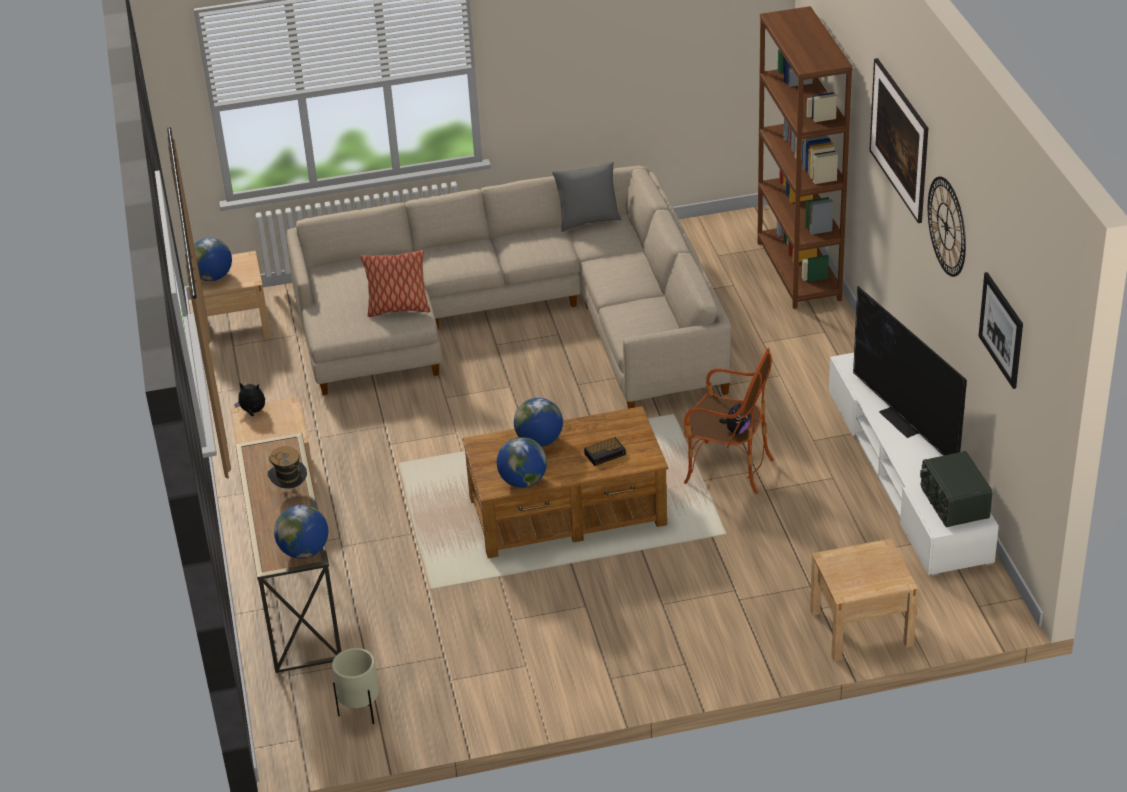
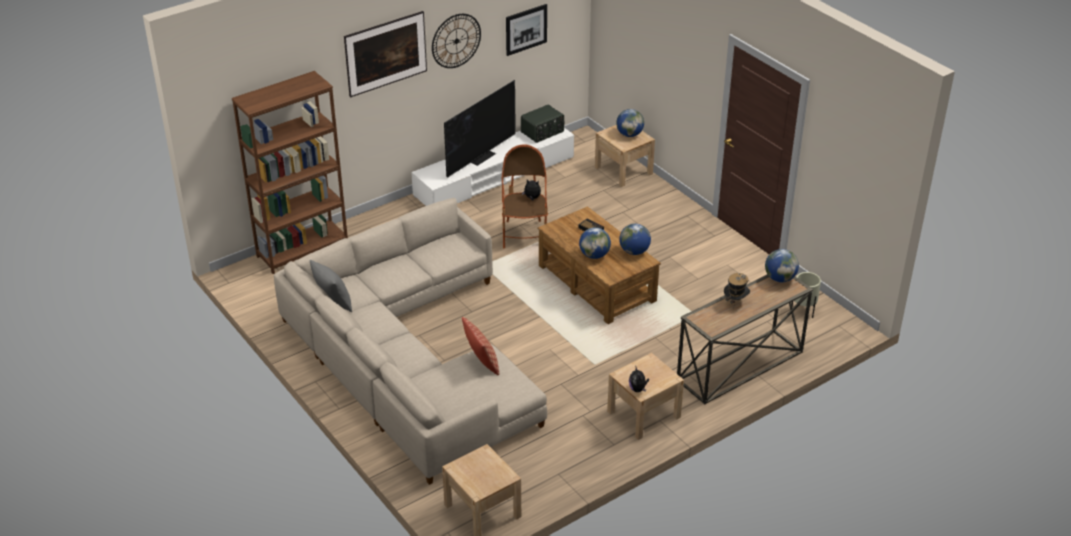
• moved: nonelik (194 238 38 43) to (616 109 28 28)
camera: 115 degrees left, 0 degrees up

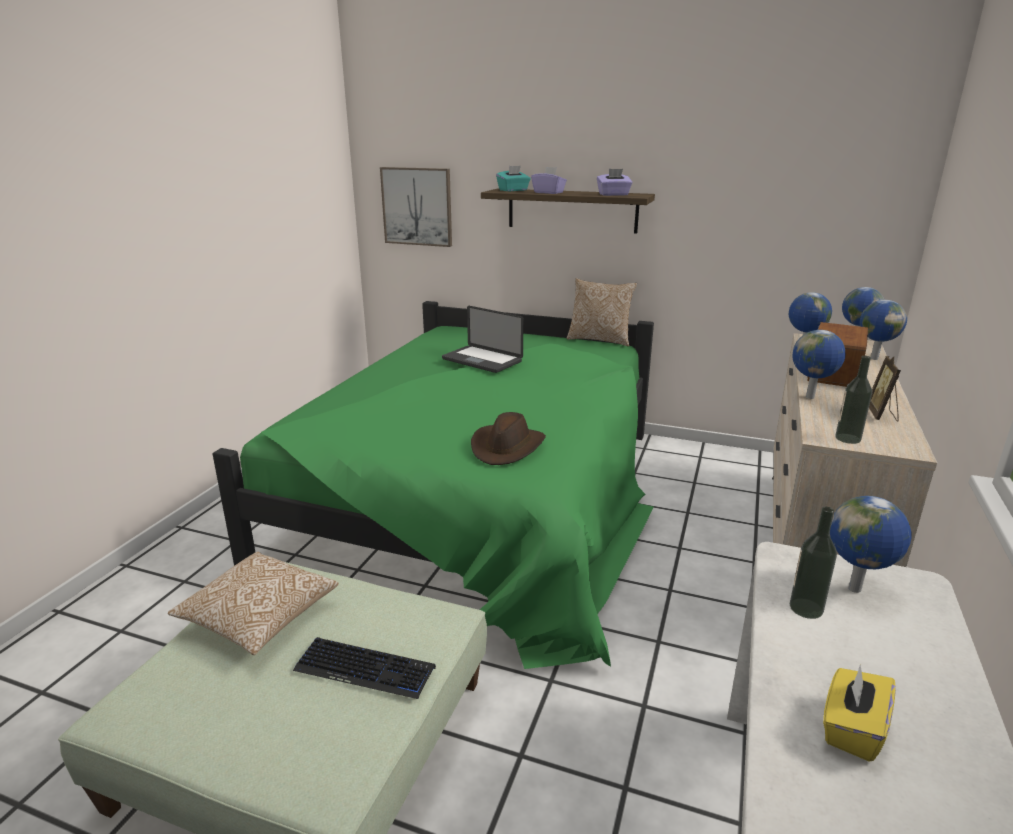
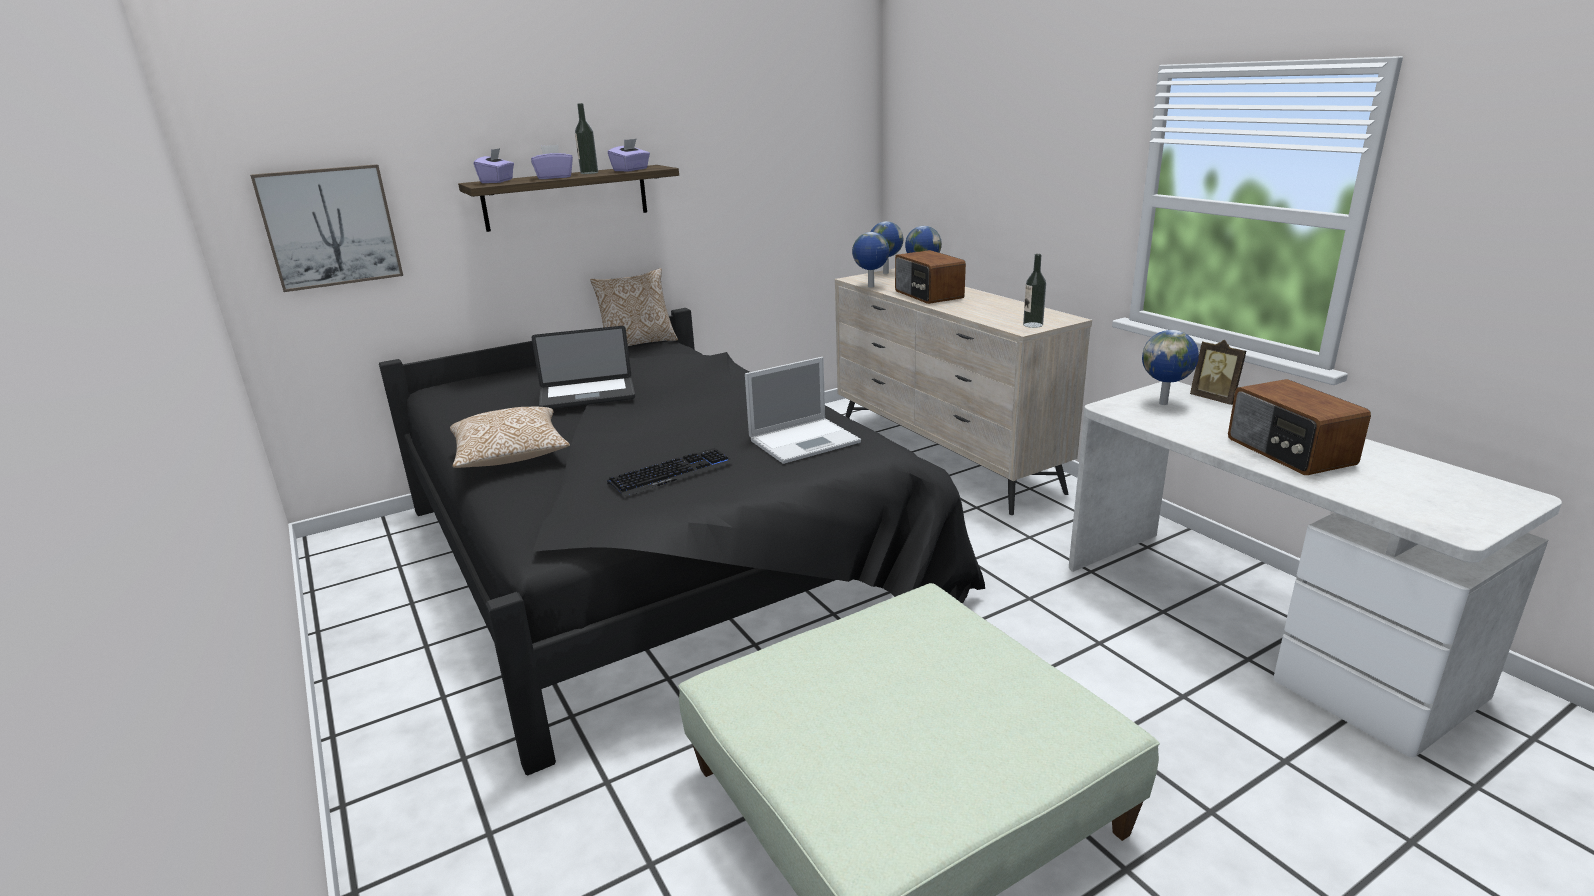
• moved: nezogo (168 552 170 103) to (450 406 120 62)
• recoloured: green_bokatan (213 301 441 368) to black_bokatan (379 308 606 467)
• moved: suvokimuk (293 637 143 62) to (607 448 127 50)
• replaced: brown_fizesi (471 412 75 53) to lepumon (745 357 116 107)
• recoloured: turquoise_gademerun (496 166 34 25) to purple_gademerun (474 148 40 35)
• moved: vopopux (790 507 47 112) to (575 103 23 71)
• removed: nonelik (792 330 54 69)
• replaced: yellow_gademerun (823 664 73 98) to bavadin (1228 379 143 96)
• moved: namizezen (869 356 32 66) to (1190 340 56 65)
camera: 50 degrees left, 0 degrees up

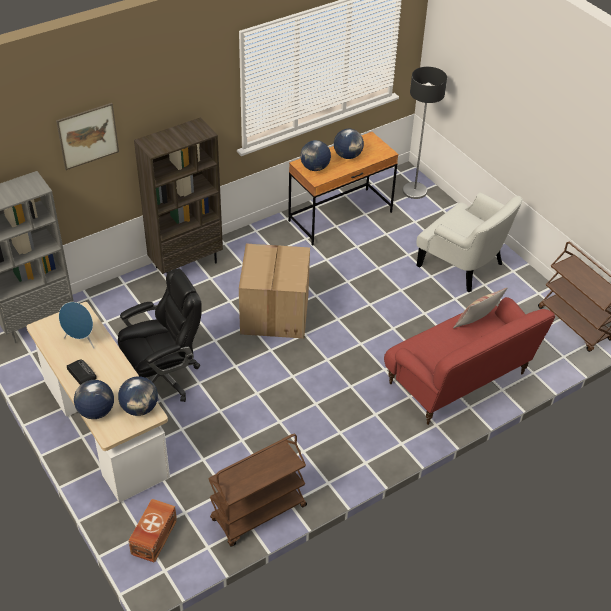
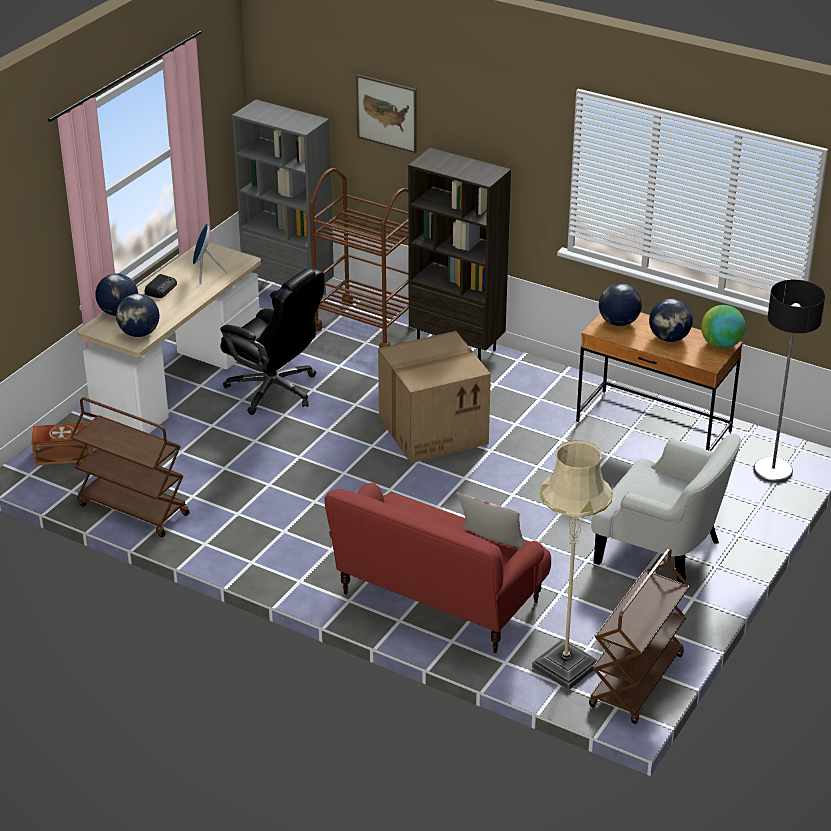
• turned: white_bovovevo (416 192 107 100) = (591 434 150 150) 75 degrees counterclockwise
• added: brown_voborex (310 168 99 180)
• added: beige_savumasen (532 440 81 250)
• added: nonelik (701 305 44 44)
camera: 65 degrees right, 10 degrees down

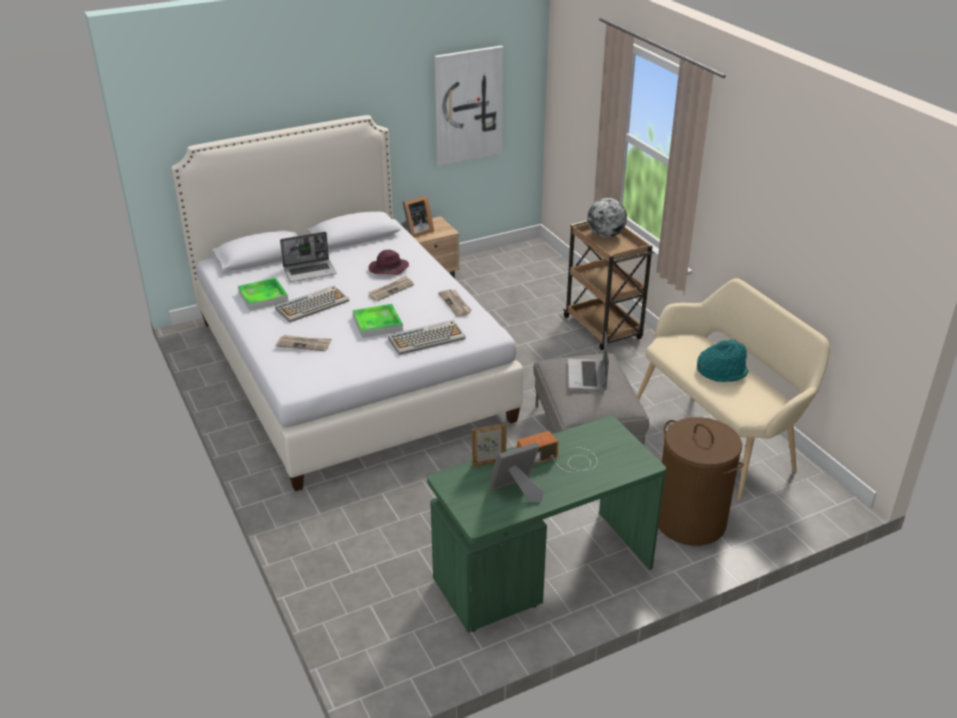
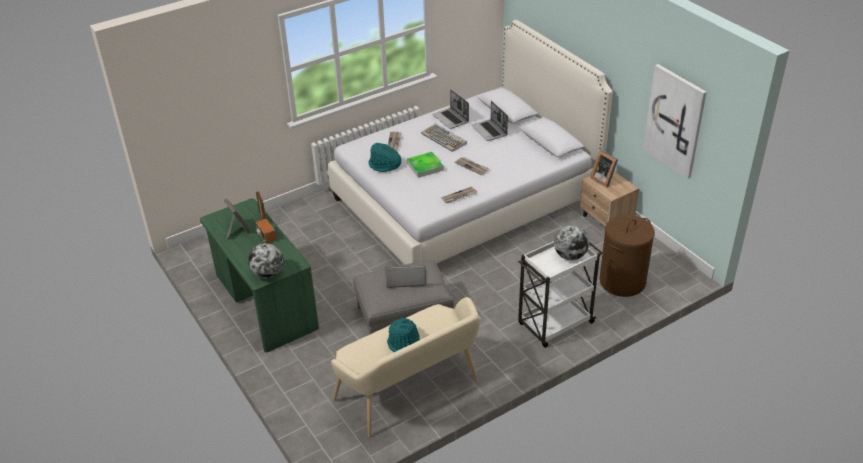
• replaced: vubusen (238 277 50 34) to lepumon (432 89 37 40)
• removed: purple_fizesi (368 250 41 25)
• removed: suvokimuk (388 320 78 35)
• recoloured: brown_voborex (563 220 91 130) to white_voborex (518 241 84 107)
• moved: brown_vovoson (658 417 86 129) to (600 215 55 82)
• added: nonelik (248 243 36 36)
• added: turquoise_fizesi (368 143 33 29)
camera: 85 degrees right, 5 degrees up

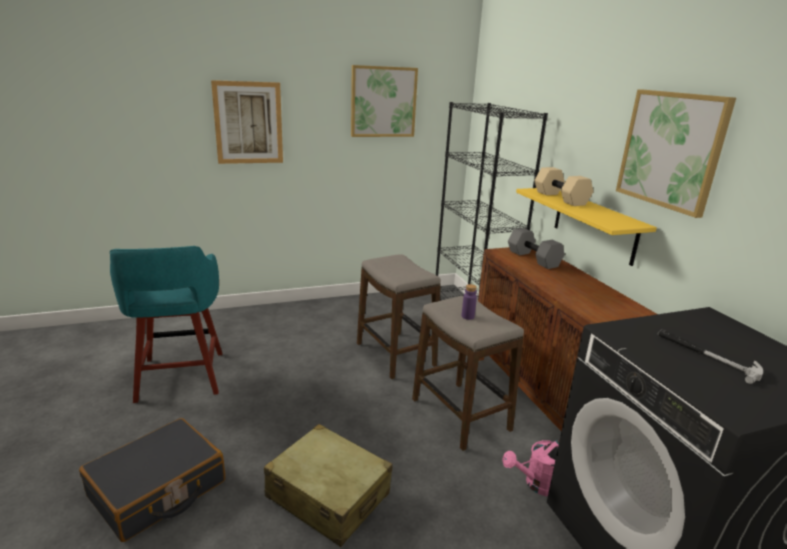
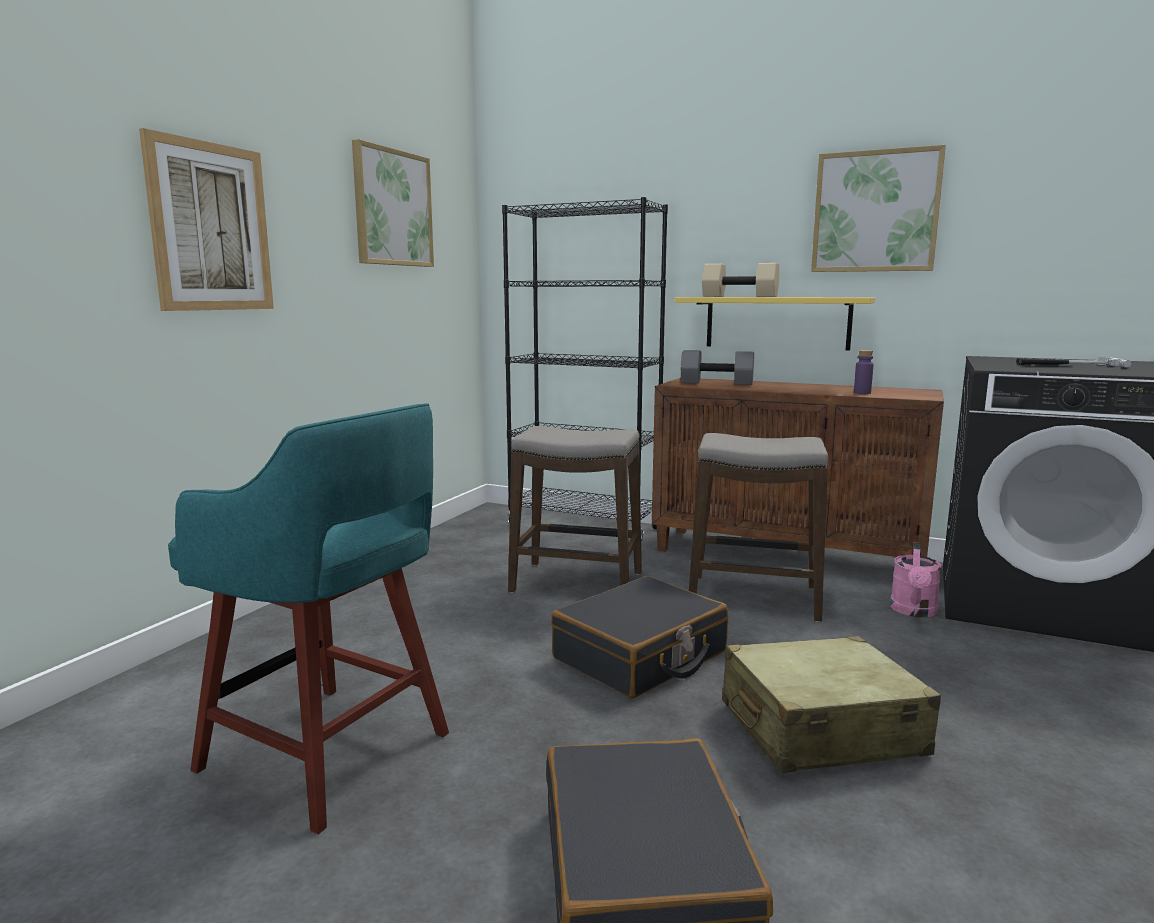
• moved: purple_vopopux (462 284 15 36) to (854 350 20 44)
• added: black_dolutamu (551 576 177 122)
camera: 45 degrees left, 10 degrees down

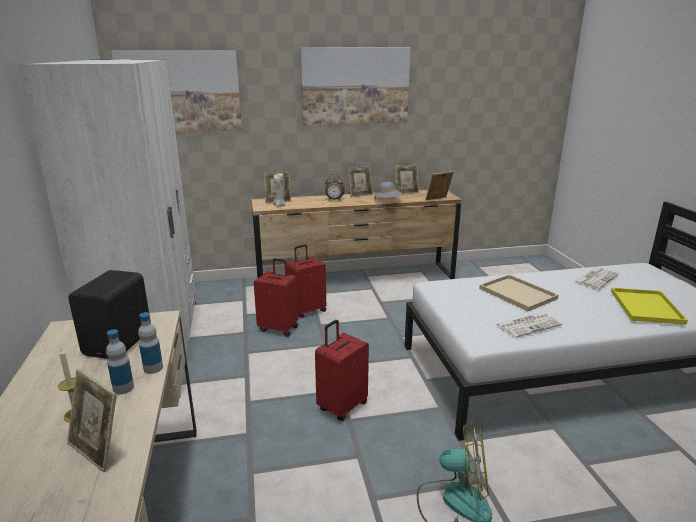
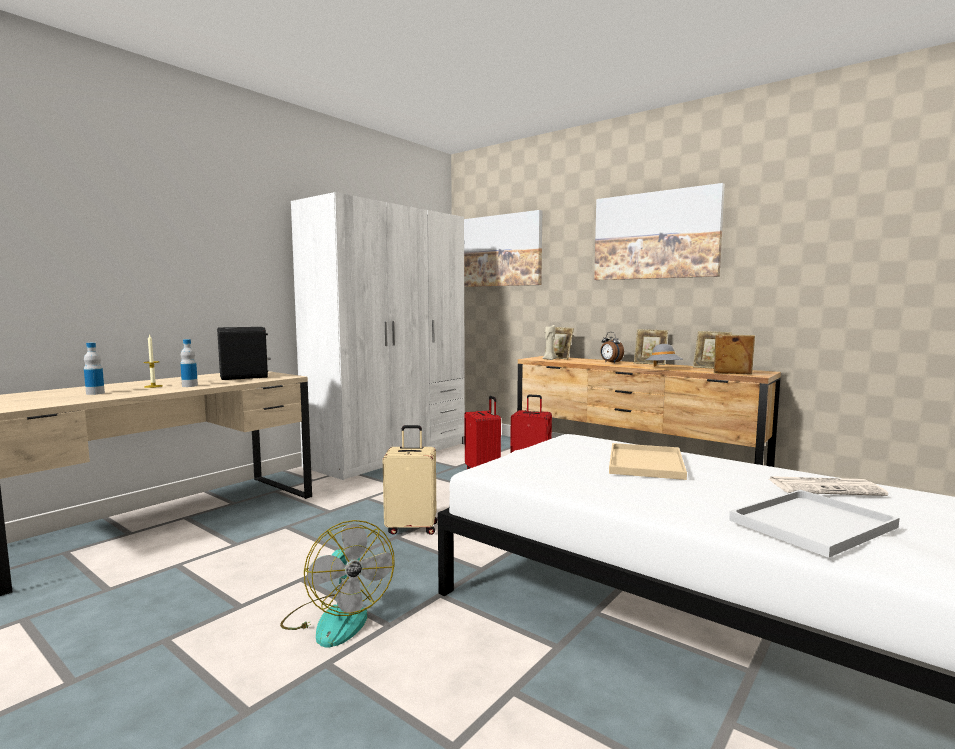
• removed: namizezen (67 369 50 103)
• moved: vopopux (138 312 25 62) to (84 343 21 52)
• recoloured: red_dolutamu (315 320 54 101) to beige_dolutamu (383 425 54 110)
• removed: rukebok (496 312 66 26)
• recoloured: yellow_vubusen (611 288 77 37) to white_vubusen (729 490 171 68)
camera: 50 degrees right, 15 degrees down

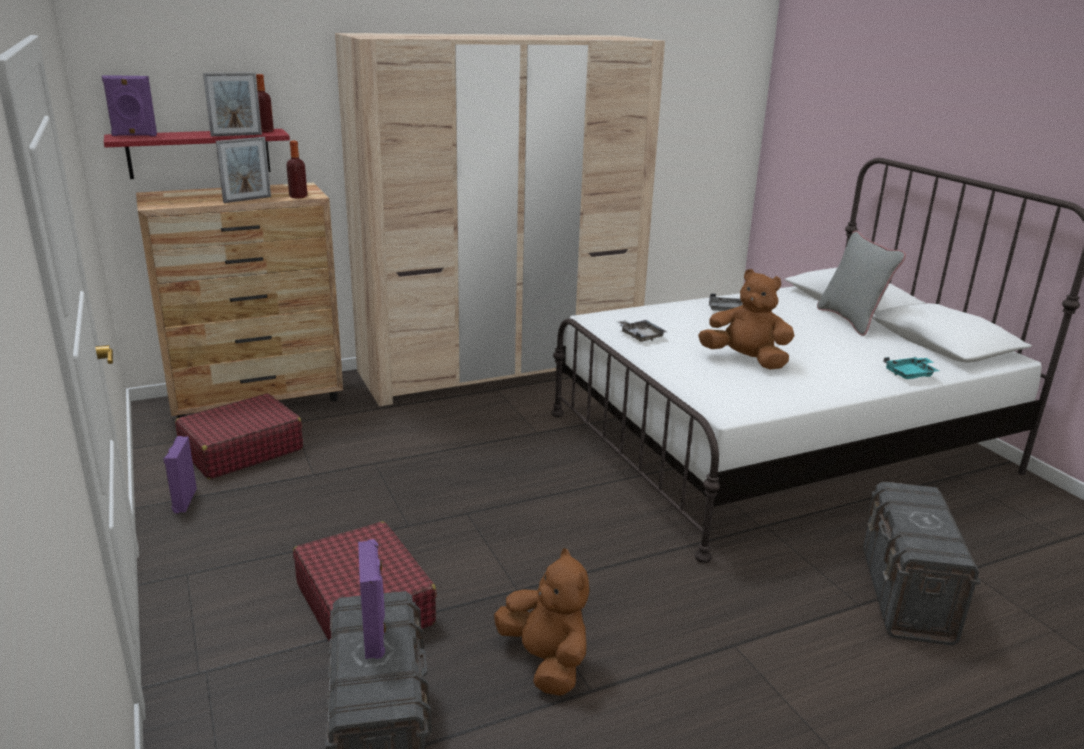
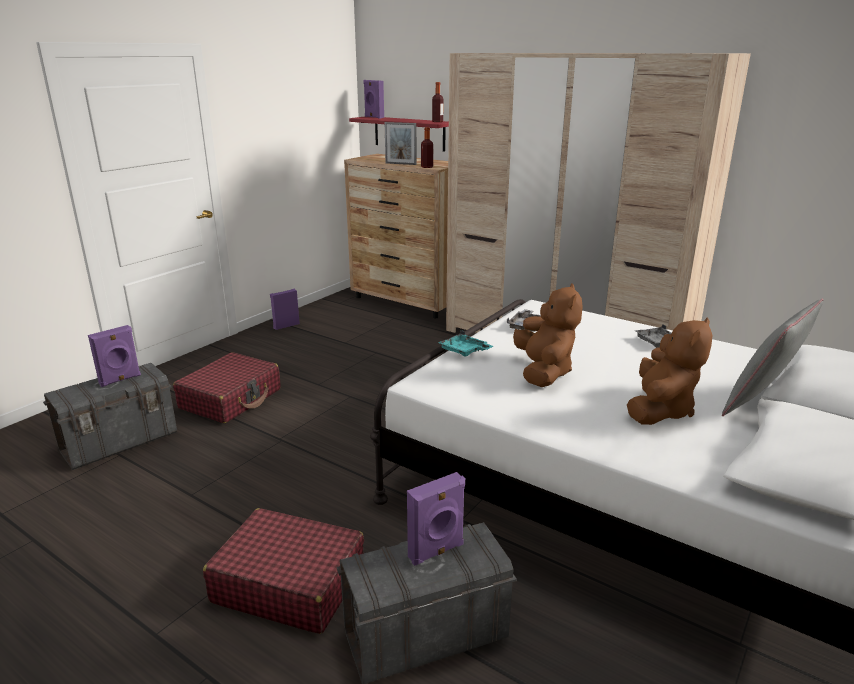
• moved: red_dolutamu (175 393 128 86) to (203 508 161 126)
• removed: namizezen (203 72 59 64)
• moved: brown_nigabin (494 548 95 148) to (627 317 86 108)
• moved: turquoise_vubusen (883 357 56 22) to (438 330 55 27)
• added: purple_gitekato (407 472 58 94)
camera: 60 degrees right, 0 degrees up

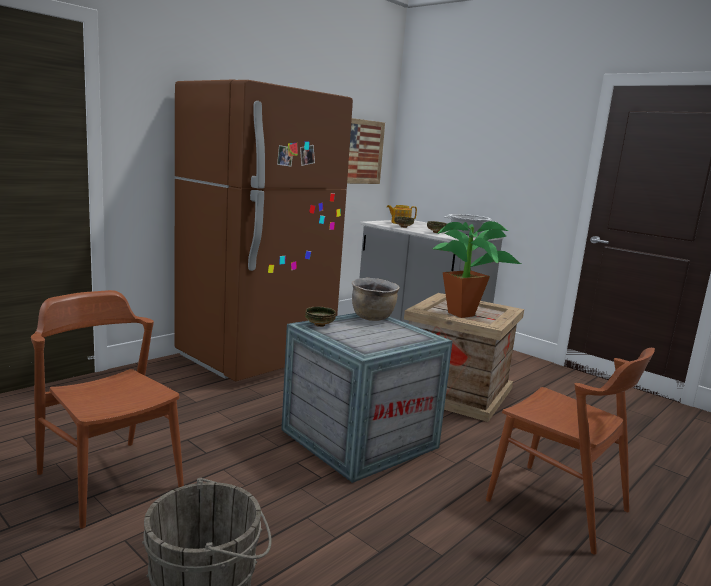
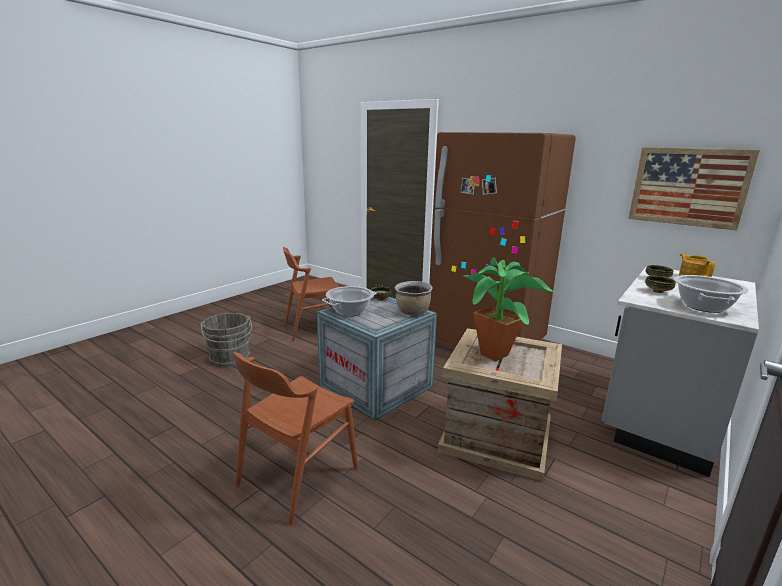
• turned: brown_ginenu (31 290 153 238) = (283 247 56 94) 150 degrees counterclockwise
• added: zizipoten (322 286 55 30)
camera: 85 degrees right, 5 degrees up

